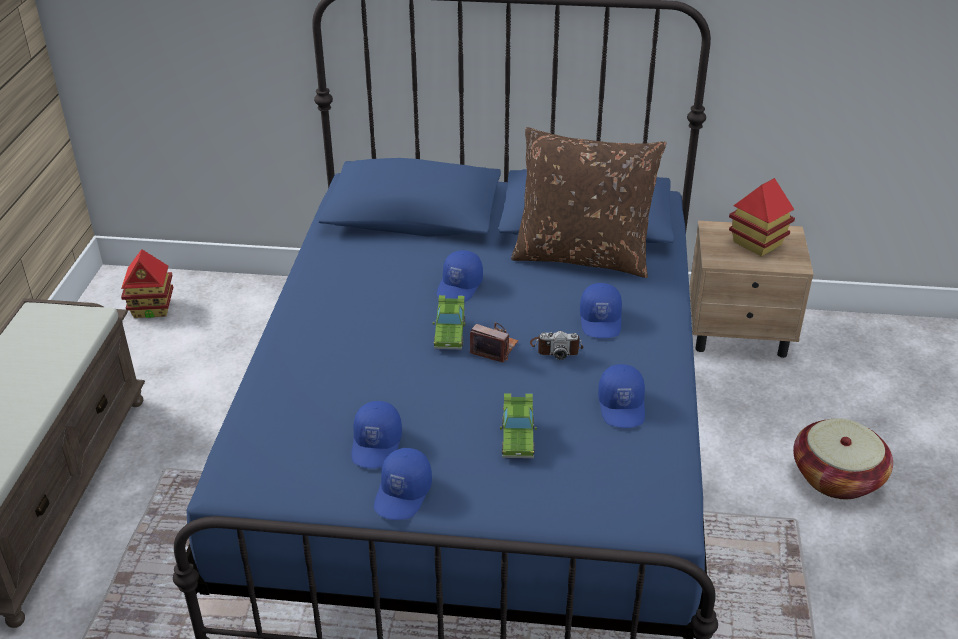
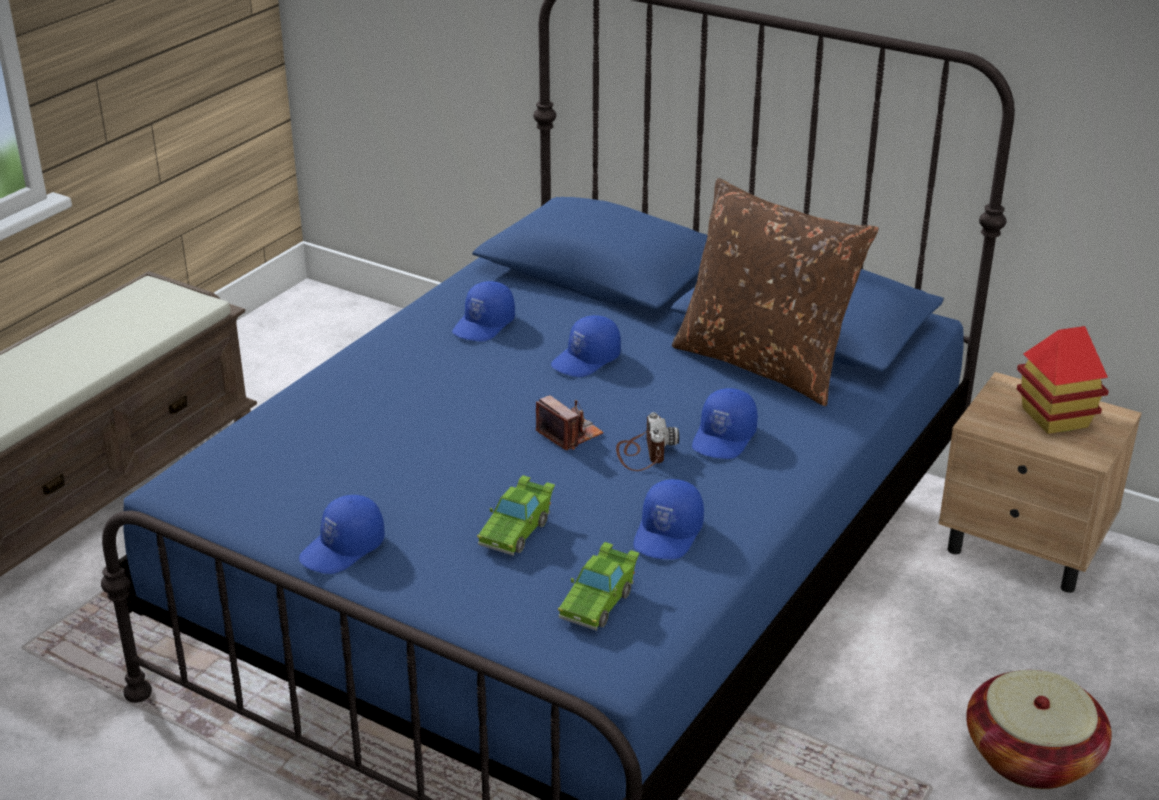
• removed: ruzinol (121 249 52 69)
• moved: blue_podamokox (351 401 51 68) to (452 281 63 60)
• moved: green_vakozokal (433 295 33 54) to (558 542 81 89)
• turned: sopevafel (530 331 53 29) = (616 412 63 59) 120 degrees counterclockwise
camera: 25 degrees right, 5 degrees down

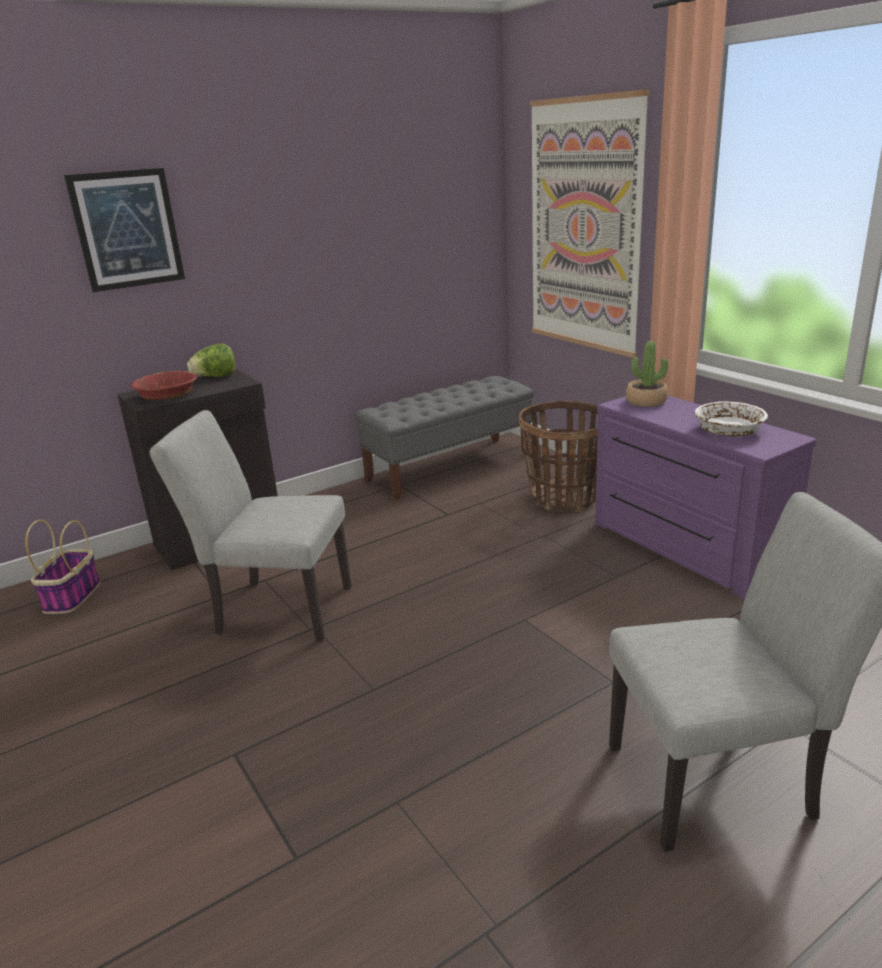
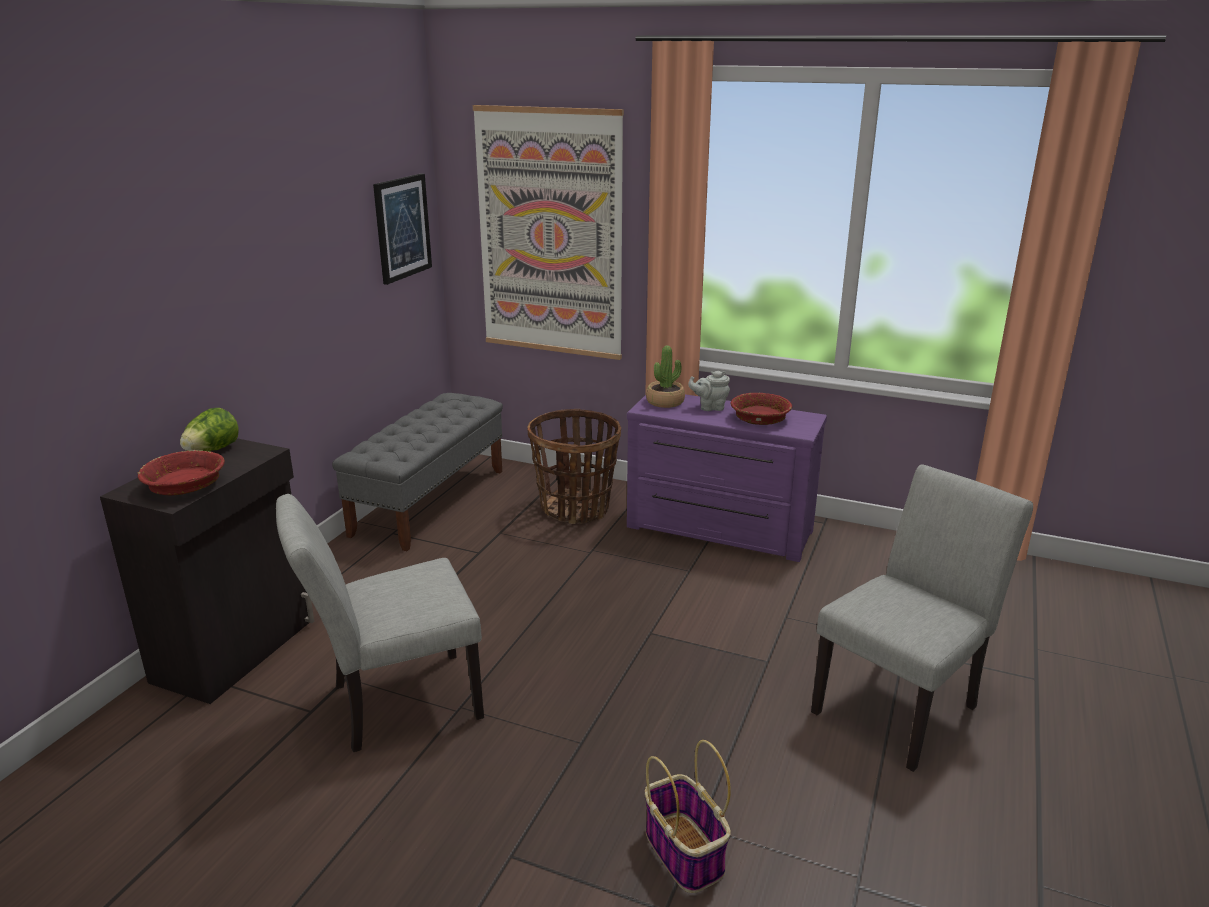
• moved: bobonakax (25 520 75 94) to (645 740 86 153)
• moved: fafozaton (64 168 121 124) to (373 174 59 111)
• recoloured: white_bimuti (695 401 73 36) to red_bimuti (730 393 62 32)
• added: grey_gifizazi (688 371 42 40)
camera: 35 degrees left, 0 degrees up

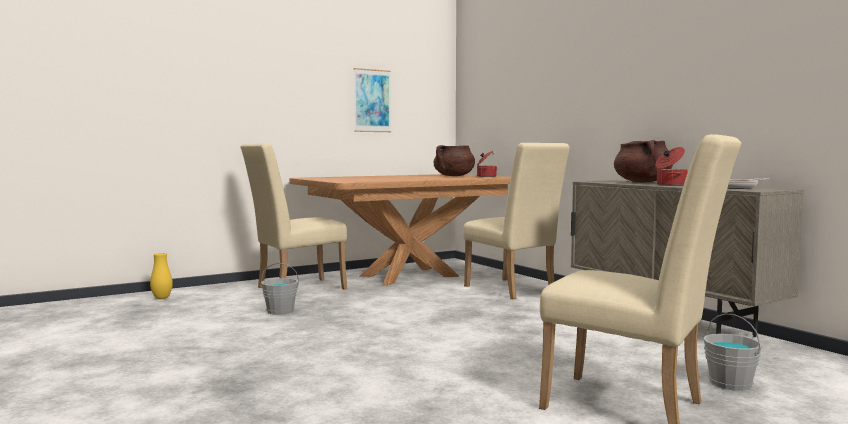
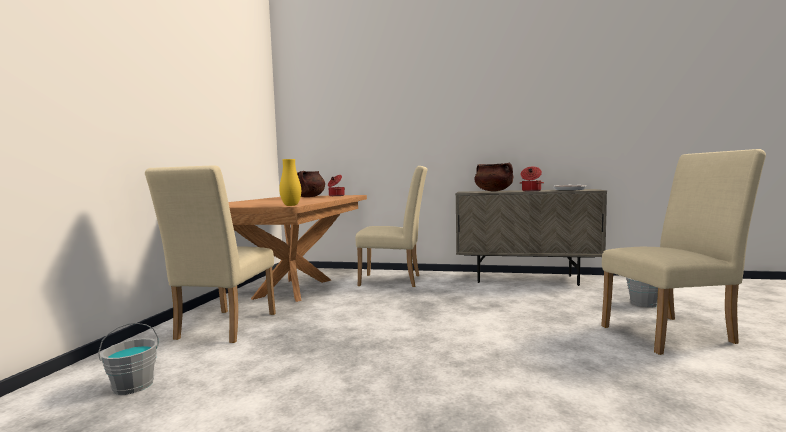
• moved: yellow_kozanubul (150 253 23 46) to (279 159 22 47)
• moved: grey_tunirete (261 263 38 52) to (98 323 61 72)
• removed: fafozaton (354 68 37 64)
camera: 45 degrees left, 0 degrees up

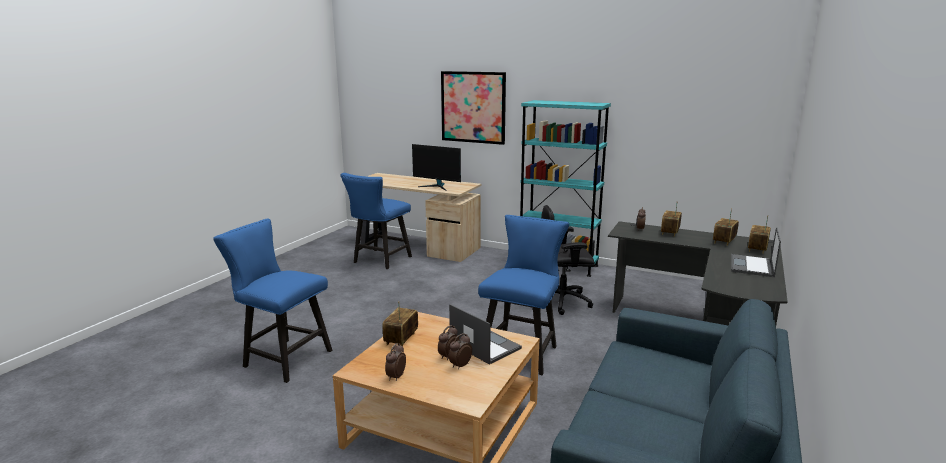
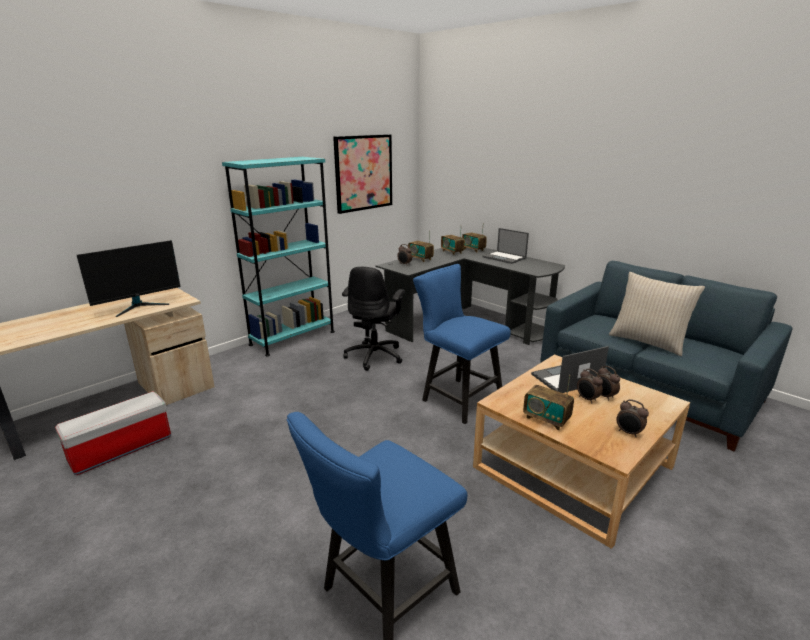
• replaced: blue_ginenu (341 173 71 96) to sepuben (55 391 116 84)
• moved: fafozaton (441 71 65 74) to (333 134 59 80)
• added: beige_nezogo (609 272 96 84)
camera: 70 degrees left, 5 degrees up

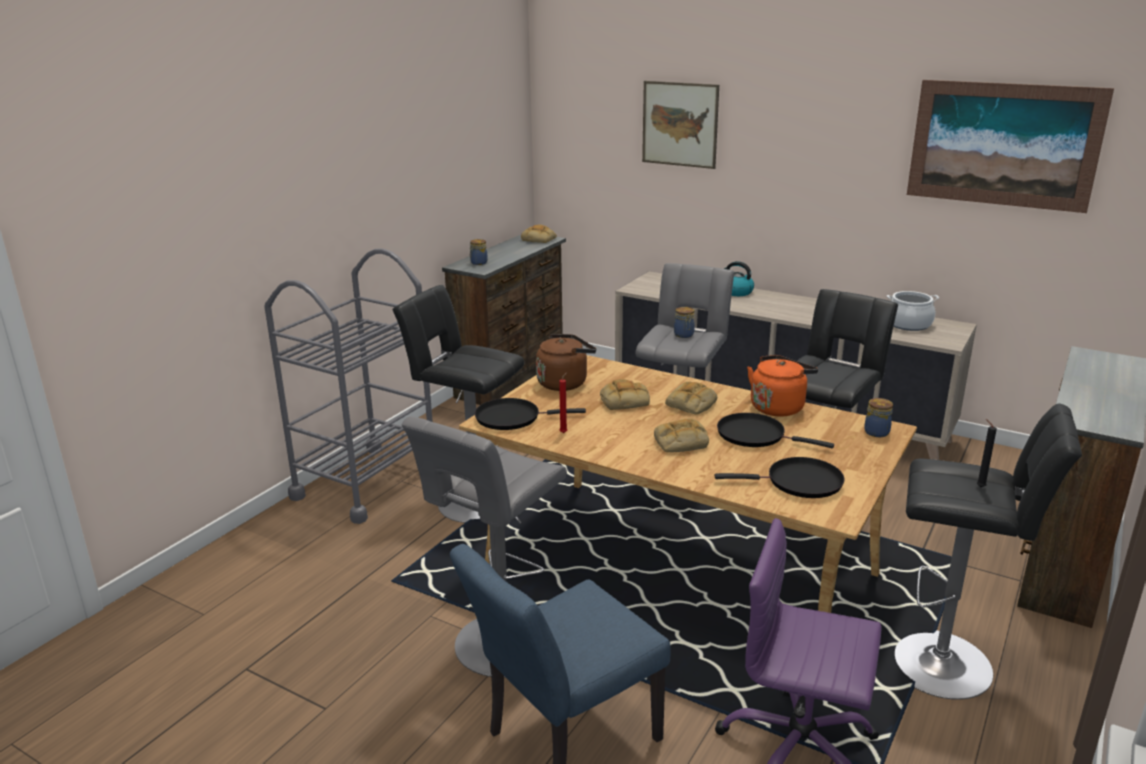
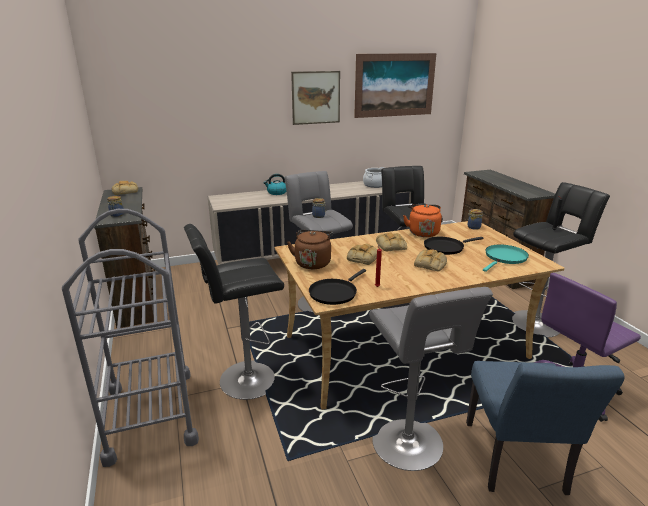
• moved: fafozaton (642 81 77 88) to (291 71 49 54)
• recoloured: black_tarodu (715 457 130 41) to turquoise_tarodu (483 244 46 28)
camera: 50 degrees left, 0 degrees up

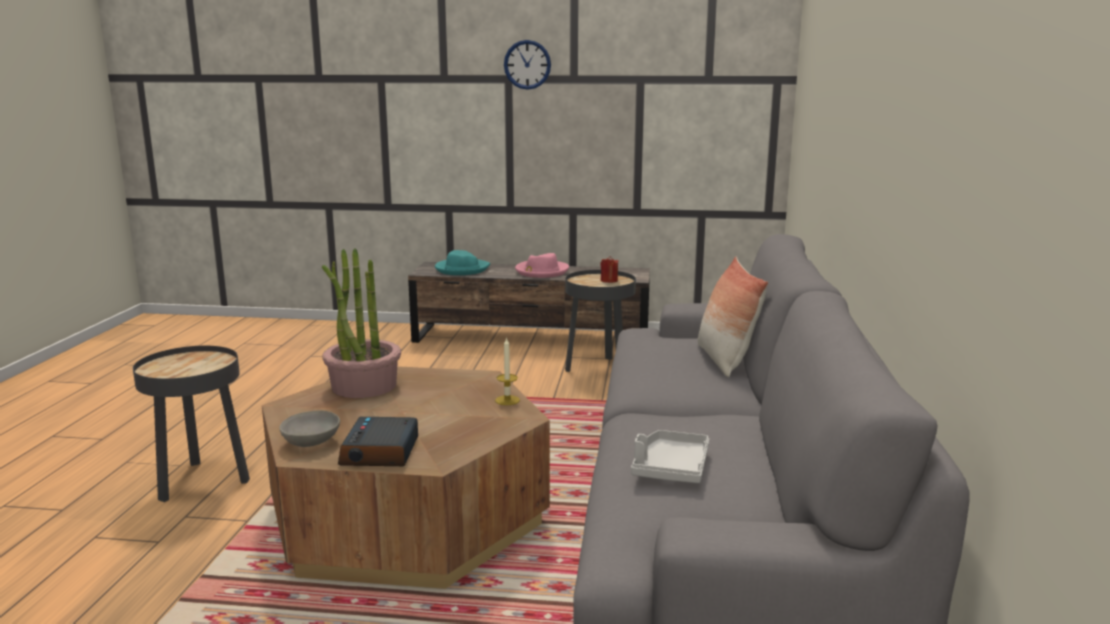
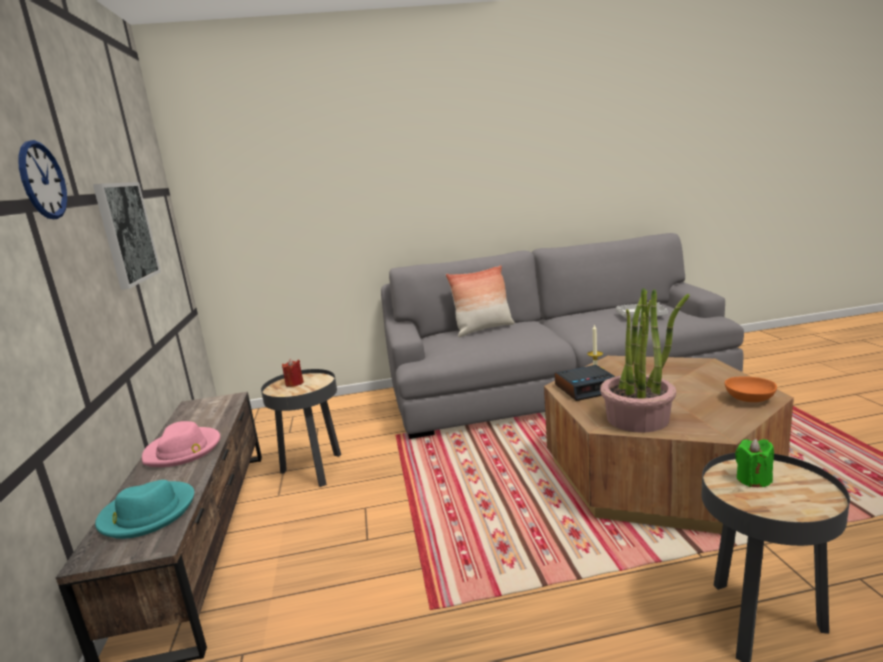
• recoloured: grey_bimuti (279 411 61 36) to orange_bimuti (725 376 52 26)
• moved: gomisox (338 417 80 49) to (555 365 60 36)
• added: fafozaton (93 182 68 108)
• added: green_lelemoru (735 439 39 48)
camera: 105 degrees left, 0 degrees up

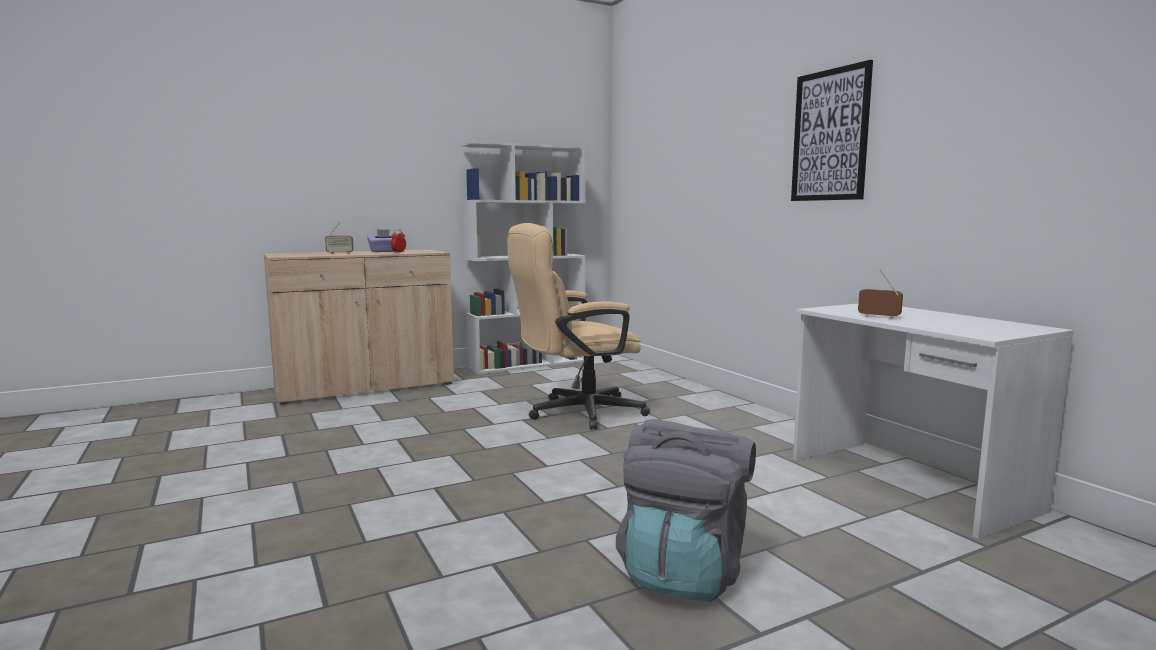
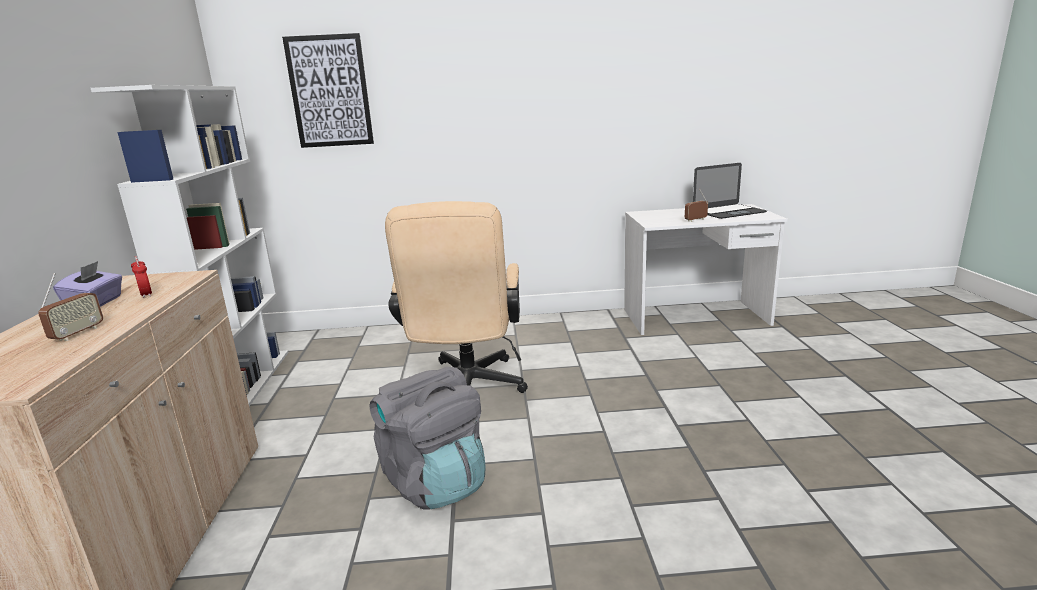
• moved: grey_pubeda (616 419 140 183) to (370 367 116 143)
• moved: fafozaton (791 60 82 141) to (282 33 92 115)
• added: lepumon (693 163 74 56)
camera: 65 degrees left, 10 degrees up

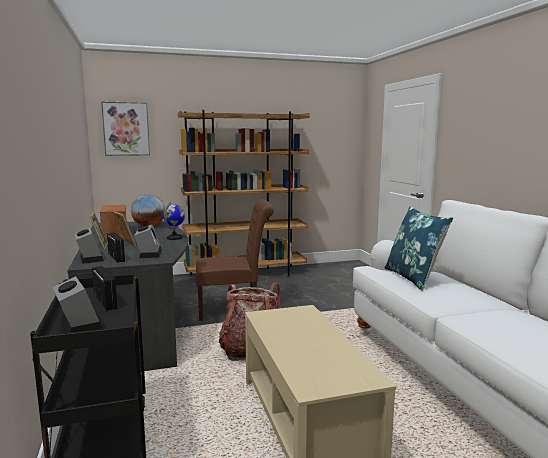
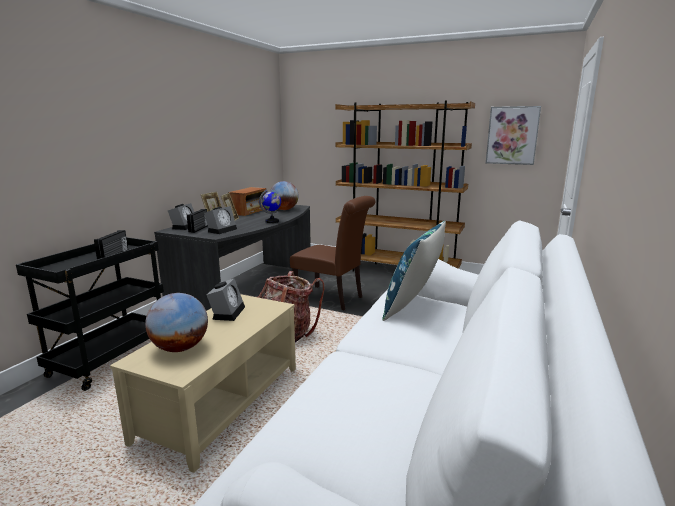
• moved: gomisox (52 276 51 57) to (207 279 38 42)
• moved: fafozaton (101 101 49 55) to (486 106 55 59)
• added: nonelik (145 293 63 59)
camera: 40 degrees right, 5 degrees up

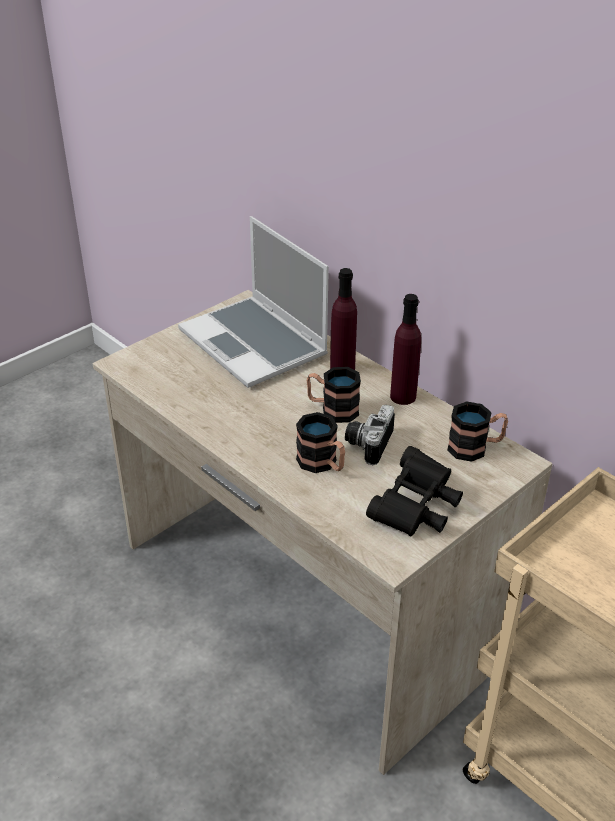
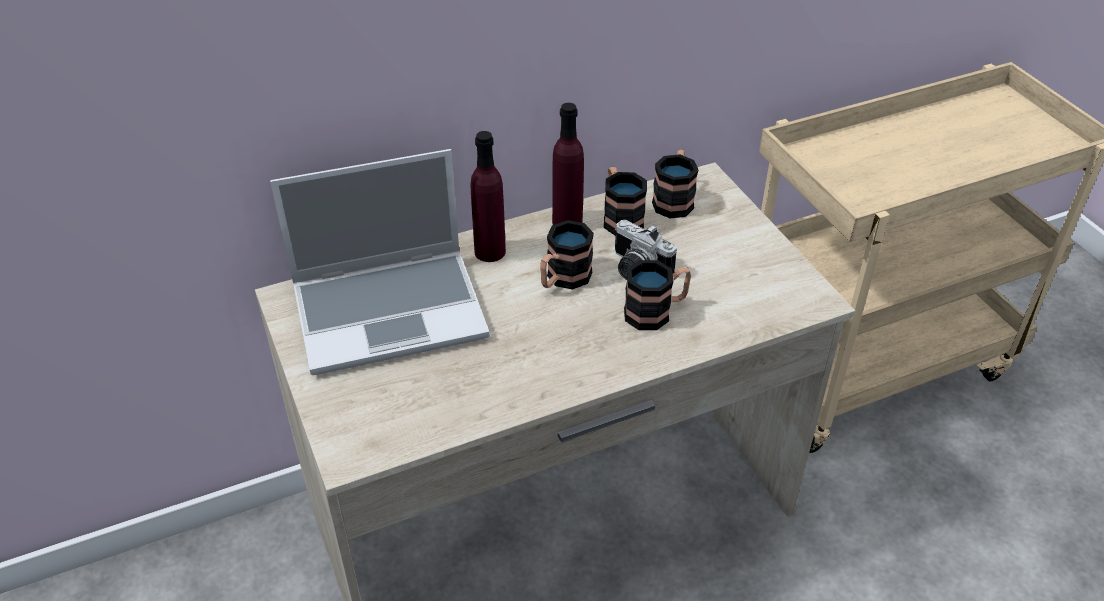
• removed: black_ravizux (366 446 97 90)
• added: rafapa (604 167 43 69)
camera: 70 degrees left, 5 degrees up

